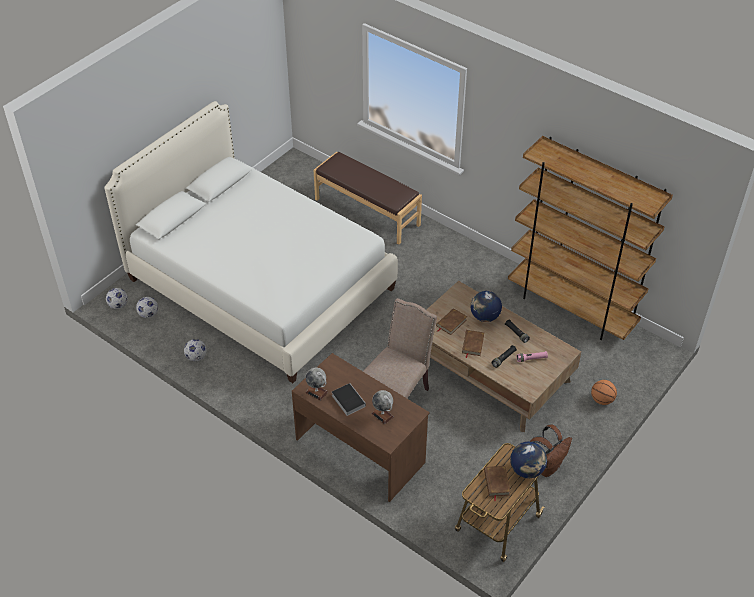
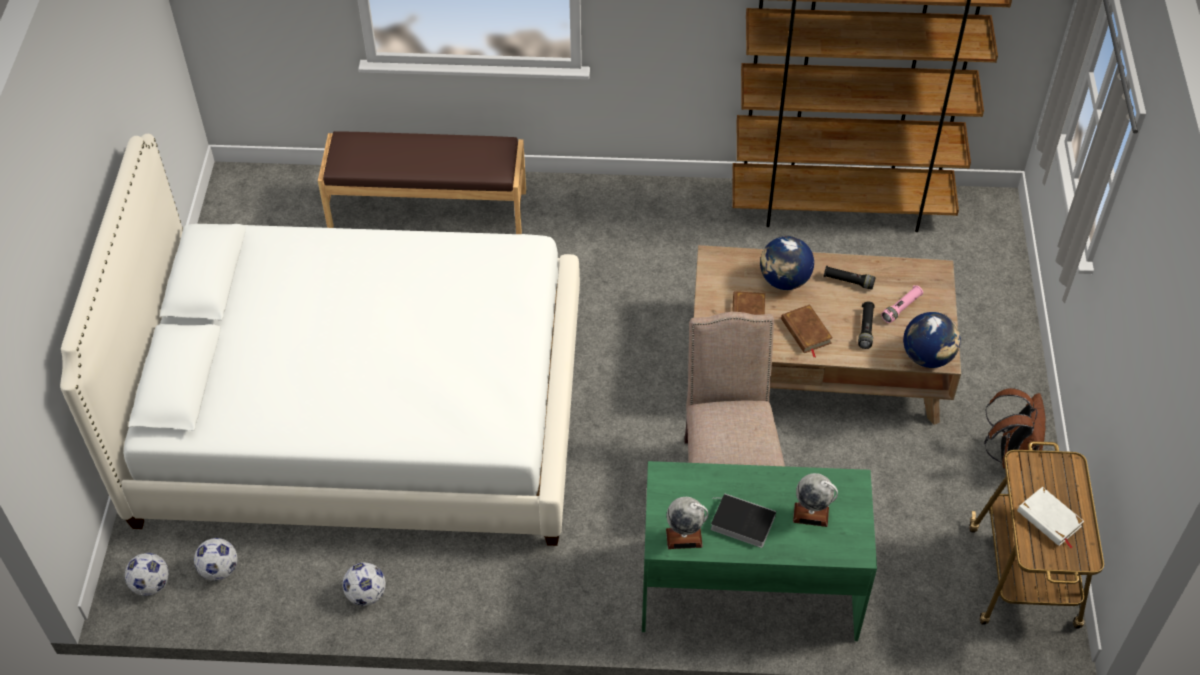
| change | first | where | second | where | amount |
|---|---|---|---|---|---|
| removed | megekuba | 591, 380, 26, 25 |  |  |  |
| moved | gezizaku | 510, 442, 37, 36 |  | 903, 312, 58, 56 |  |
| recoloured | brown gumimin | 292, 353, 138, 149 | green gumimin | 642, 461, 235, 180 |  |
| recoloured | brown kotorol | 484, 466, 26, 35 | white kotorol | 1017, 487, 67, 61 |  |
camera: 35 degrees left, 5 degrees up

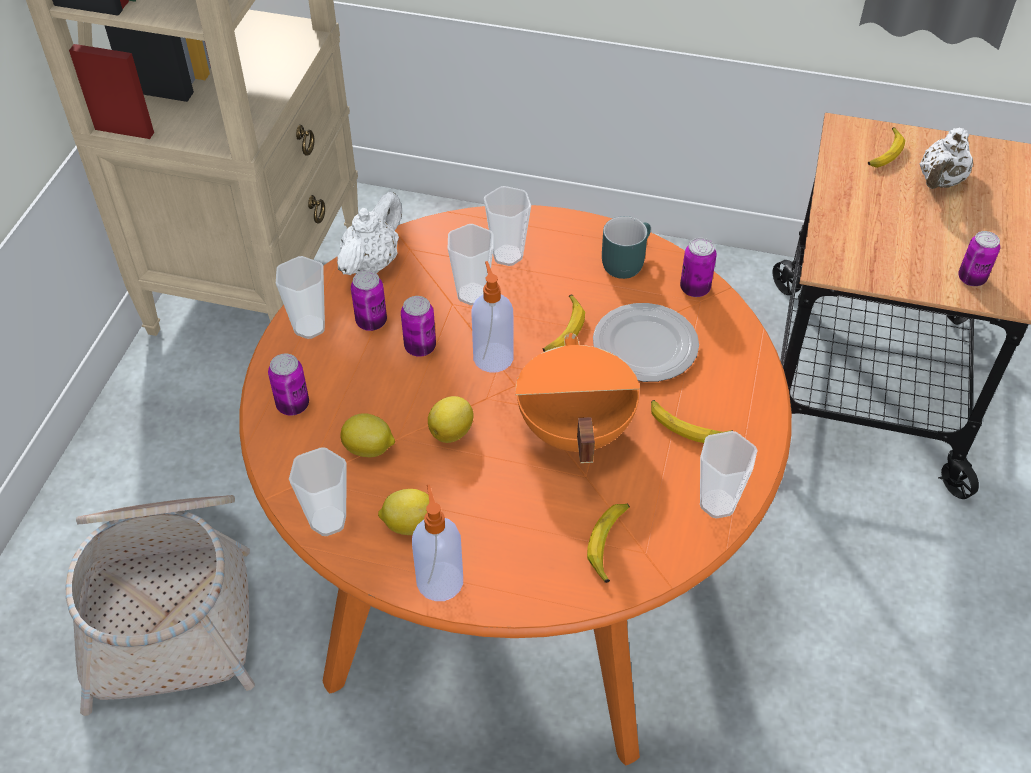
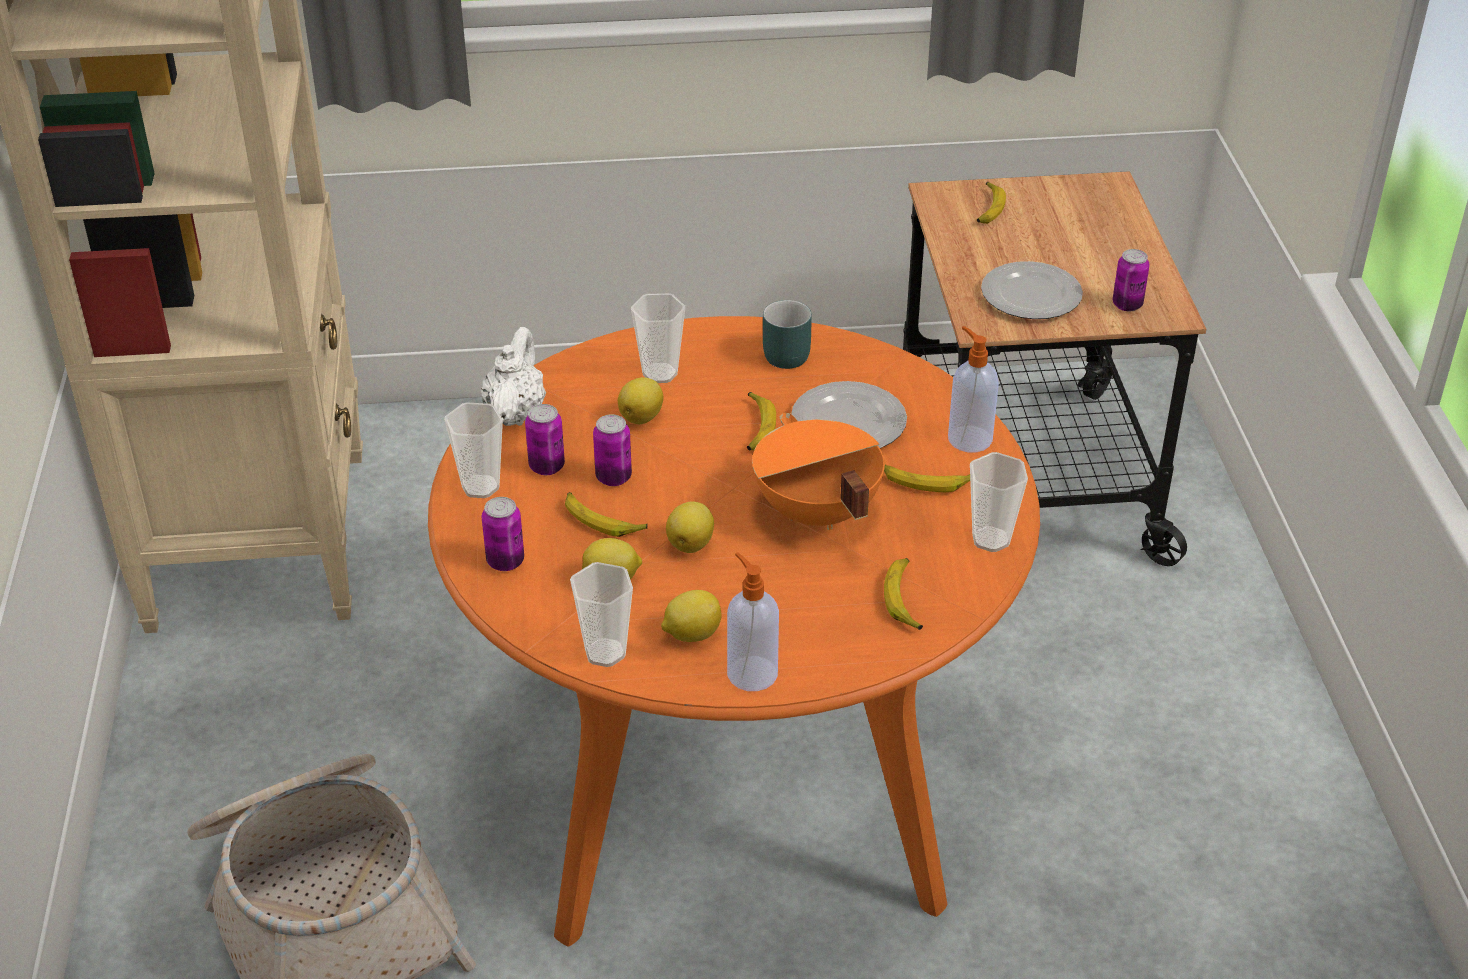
| change | first | where | second | where | amount |
|---|---|---|---|---|---|
| removed | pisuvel | 680, 238, 37, 59 |  |  |  |
| removed | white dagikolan | 920, 127, 53, 62 |  |  |  |
| added |  |  | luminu | 565, 492, 83, 45 |  |
| added |  |  | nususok | 981, 261, 102, 58 |  |
| moved | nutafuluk | 472, 261, 41, 111 |  | 948, 326, 51, 126 |  |
| replaced | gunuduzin | 448, 224, 45, 81 | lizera | 618, 377, 45, 47 |  |
camera: 20 degrees left, 10 degrees down

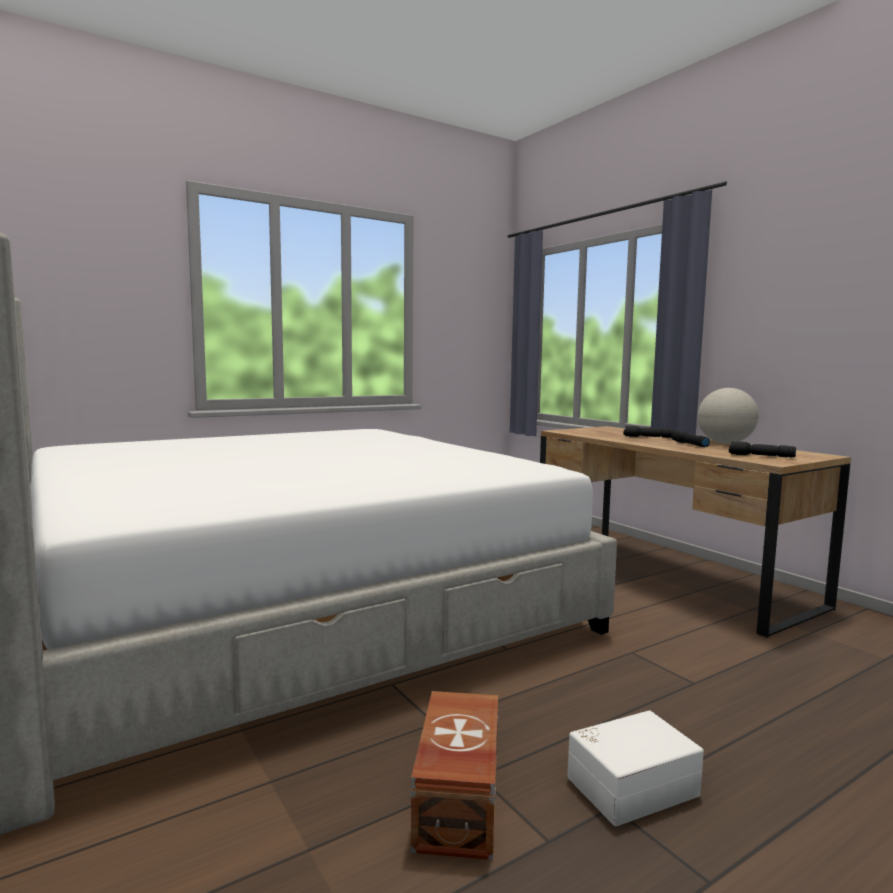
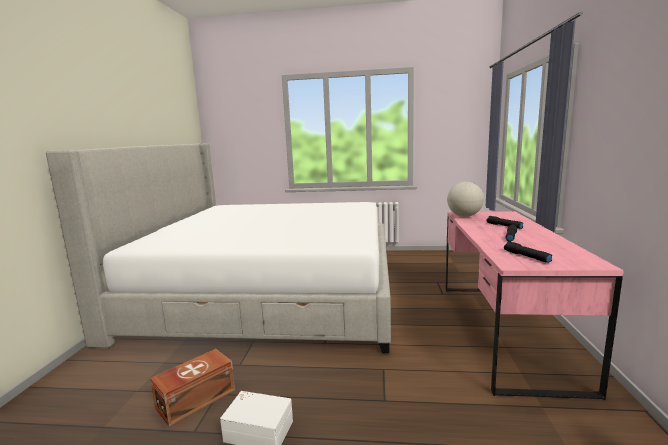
| change | first | where | second | where | amount |
|---|---|---|---|---|---|
| moved | gezizaku | 698, 388, 61, 56 |  | 447, 182, 37, 35 |  |
| recoloured | brown gumimin | 540, 426, 311, 212 | pink gumimin | 445, 211, 179, 189 |  |
camera: 40 degrees right, 5 degrees up

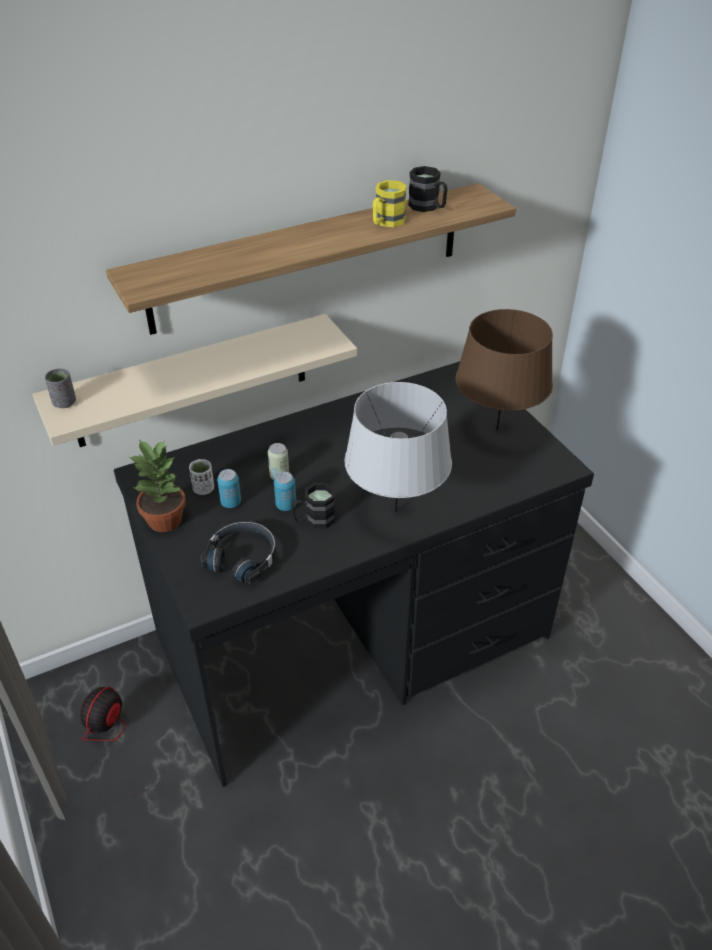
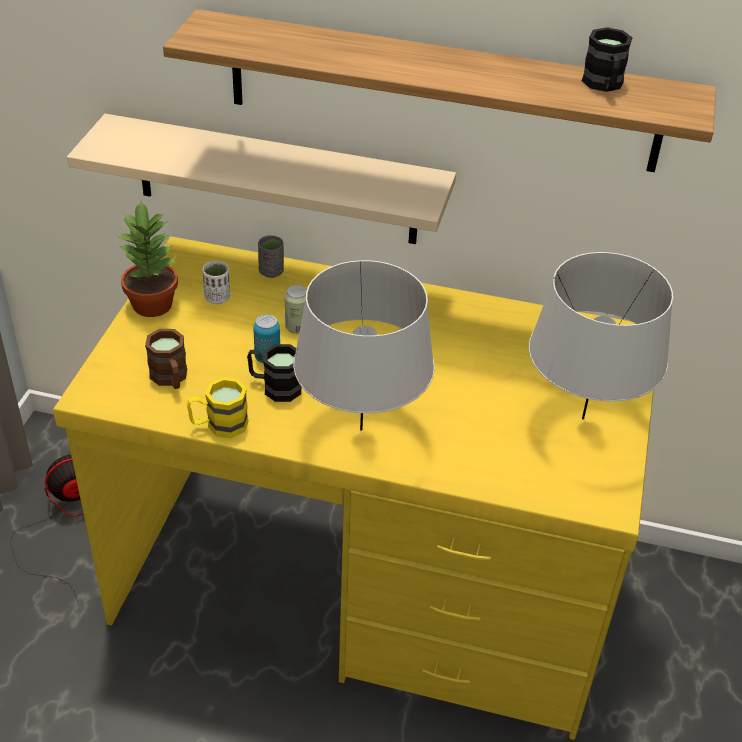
| change | first | where | second | where | amount |
|---|---|---|---|---|---|
| removed | pisuvel | 217, 469, 24, 39 |  |  |  |
| moved | grey gunuduzin | 45, 368, 31, 40 |  | 258, 235, 26, 43 |  |
| moved | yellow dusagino | 373, 180, 34, 47 |  | 187, 377, 62, 61 |  |
| replaced | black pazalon | 200, 521, 76, 63 | brown dusagino | 145, 329, 42, 60 |  |
| recoloured | black gumimin | 114, 361, 480, 426 | yellow gumimin | 53, 236, 601, 504 |  |
| recoloured | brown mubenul | 456, 309, 97, 122 | grey mubenul | 529, 252, 144, 167 |  |
camera: 40 degrees right, 0 degrees up

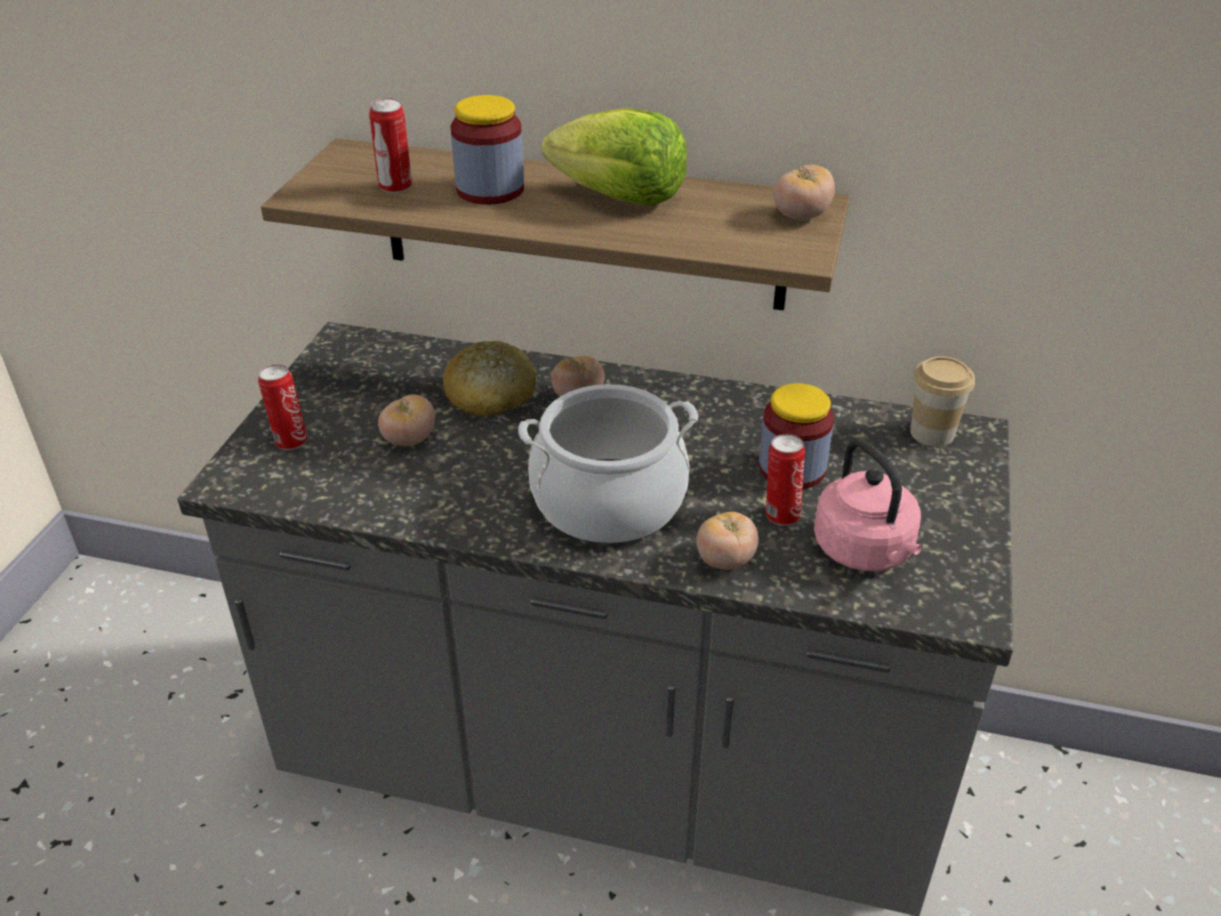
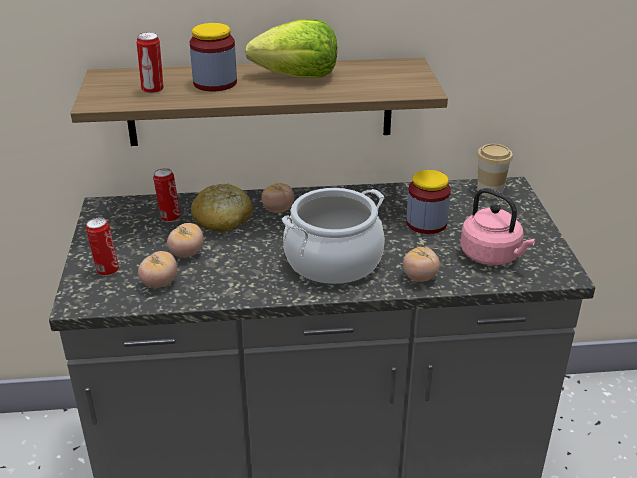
| change | first | where | second | where | amount |
|---|---|---|---|---|---|
| moved | pisuvel | 766, 434, 39, 92 |  | 153, 168, 28, 54 |  |
| moved | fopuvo | 773, 165, 62, 55 |  | 138, 251, 39, 37 |  |
camera: 20 degrees left, 5 degrees down

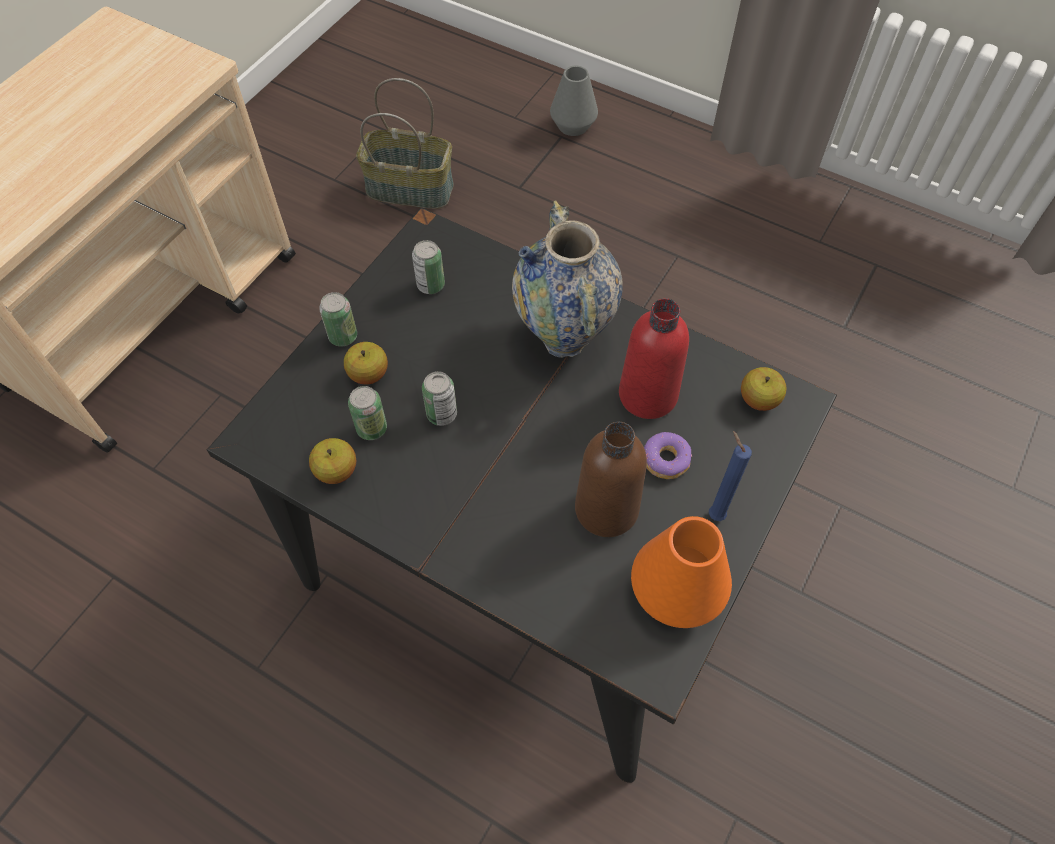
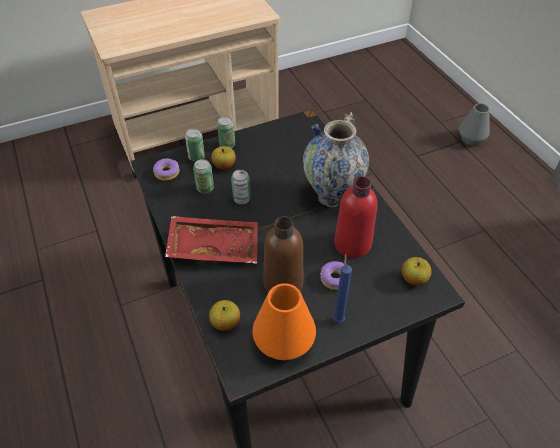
| change | first | where | second | where | amount |
|---|---|---|---|---|---|
| removed | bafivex | 356, 78, 98, 131 |  |  |  |
| added |  |  | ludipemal | 153, 158, 26, 23 |  |
| added |  |  | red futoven | 165, 216, 93, 48 |  |
| moved | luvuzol | 309, 438, 47, 46 |  | 209, 300, 31, 31 |  |
| moved | pisuvel | 412, 240, 33, 54 |  | 185, 128, 20, 34 |  |
camera: 35 degrees right, 10 degrees down

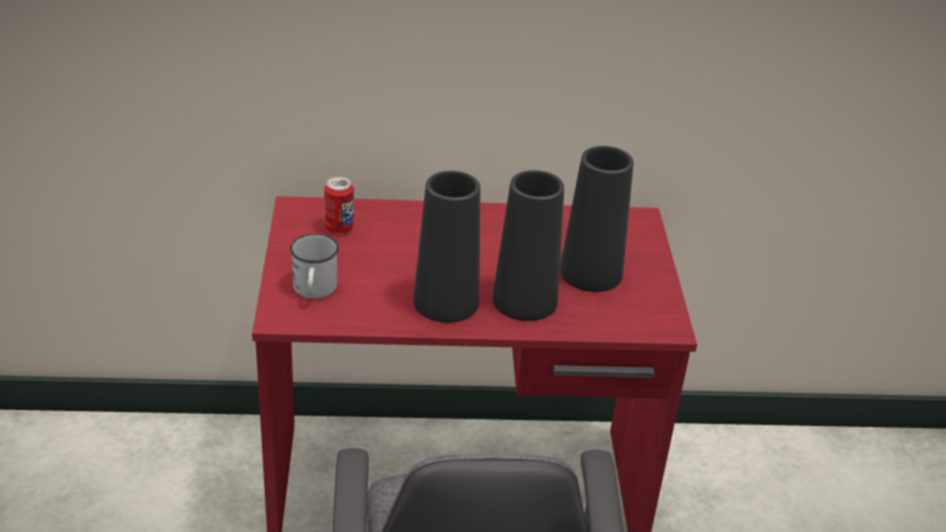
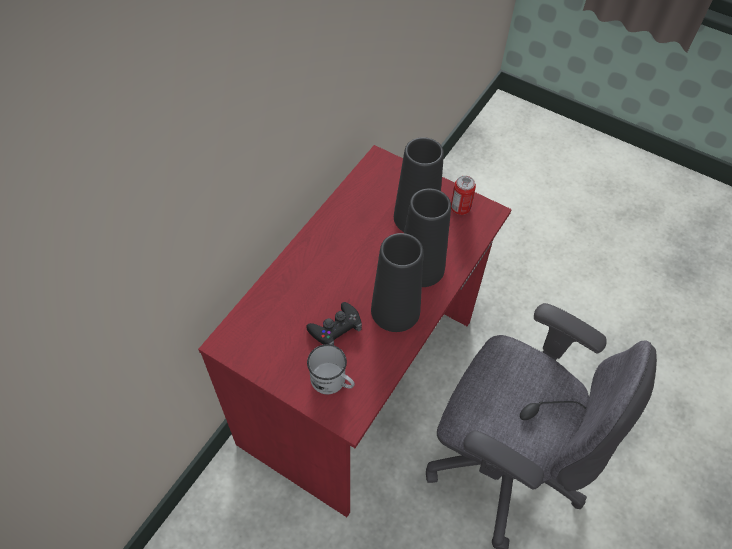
| change | first | where | second | where | amount |
|---|---|---|---|---|---|
| added |  |  | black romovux | 306, 302, 56, 43 |  |
| moved | pisuvel | 324, 177, 30, 57 |  | 451, 176, 25, 39 |  |
camera: 55 degrees left, 20 degrees up

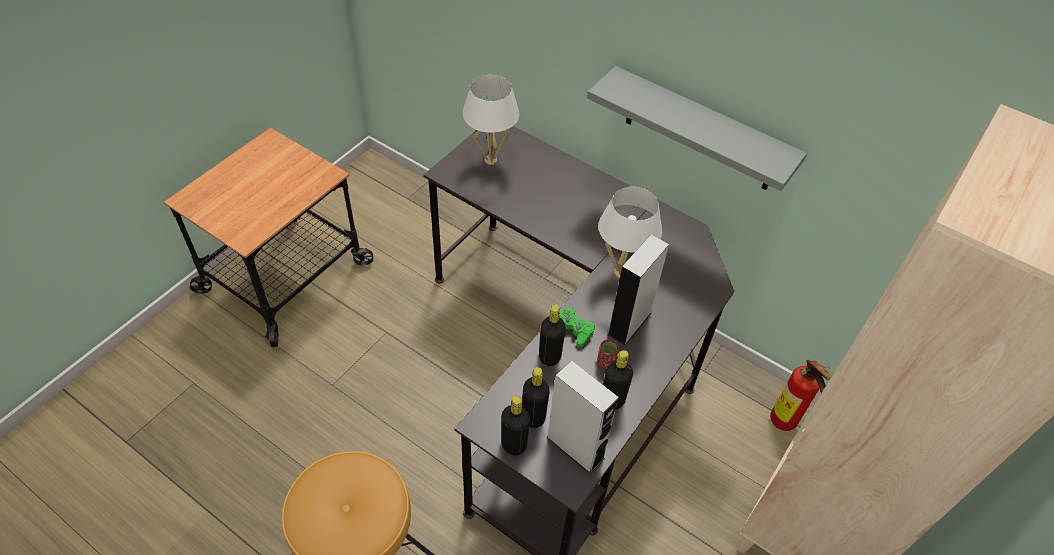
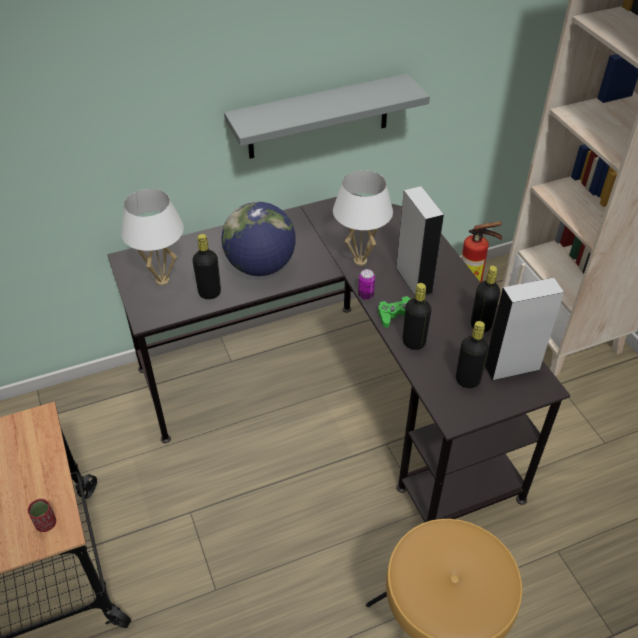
| change | first | where | second | where | amount |
|---|---|---|---|---|---|
| added |  |  | gezizaku | 221, 202, 75, 74 |  |
| added |  |  | pisuvel | 358, 269, 17, 31 |  |
| moved | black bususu | 501, 396, 29, 59 |  | 193, 234, 28, 65 |  |
| moved | red gunuduzin | 597, 339, 22, 30 |  | 28, 499, 28, 33 |  |
camera: 55 degrees left, 5 degrees down

